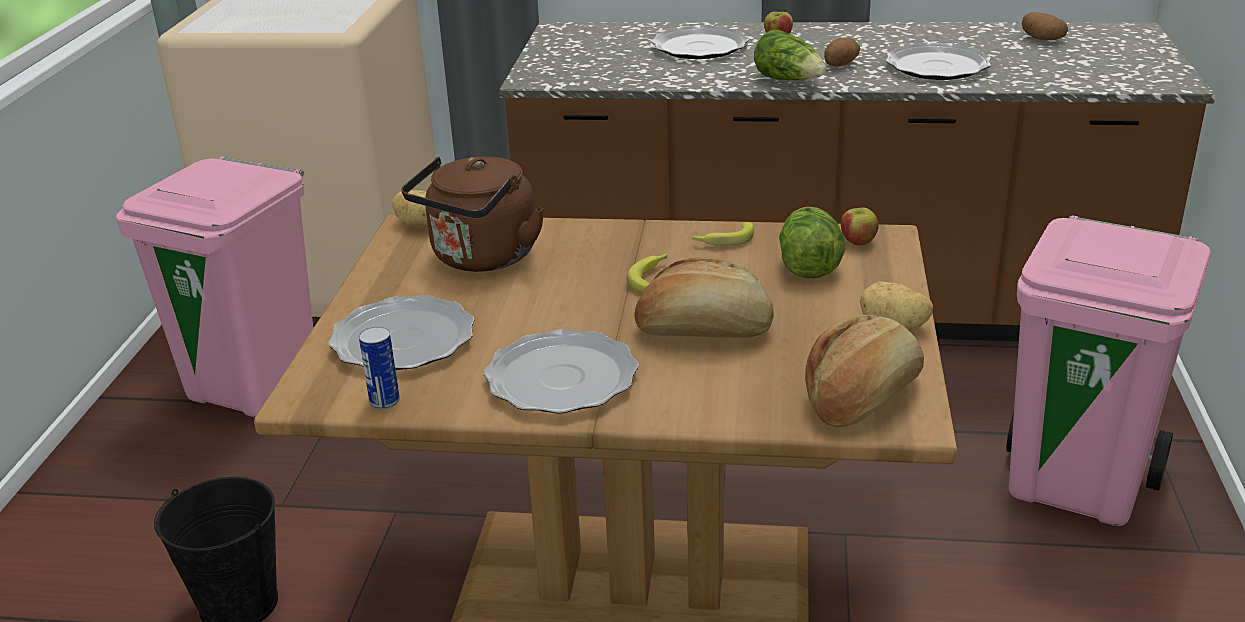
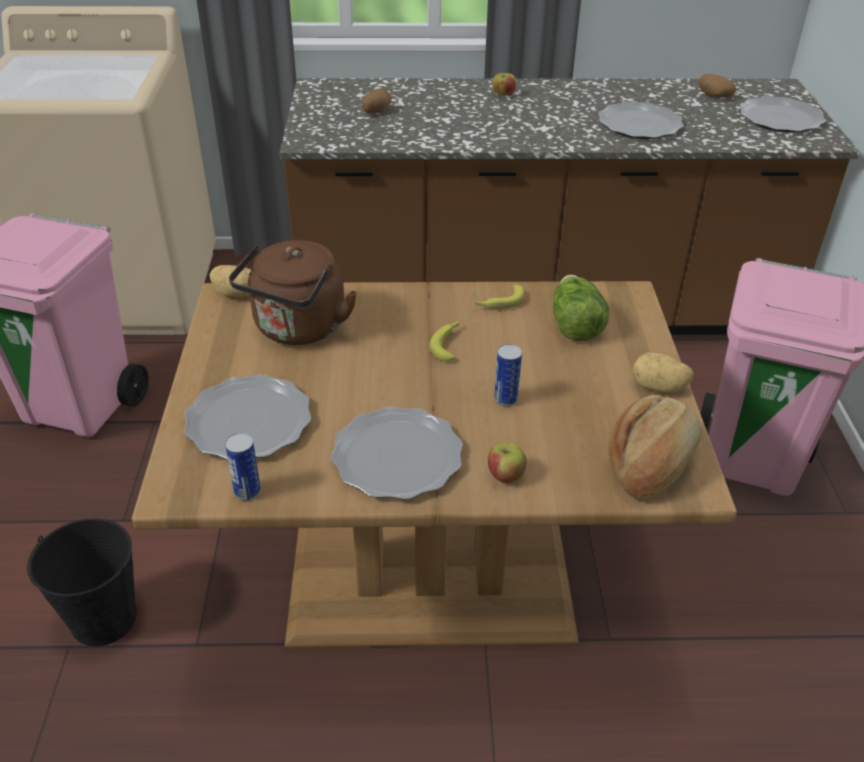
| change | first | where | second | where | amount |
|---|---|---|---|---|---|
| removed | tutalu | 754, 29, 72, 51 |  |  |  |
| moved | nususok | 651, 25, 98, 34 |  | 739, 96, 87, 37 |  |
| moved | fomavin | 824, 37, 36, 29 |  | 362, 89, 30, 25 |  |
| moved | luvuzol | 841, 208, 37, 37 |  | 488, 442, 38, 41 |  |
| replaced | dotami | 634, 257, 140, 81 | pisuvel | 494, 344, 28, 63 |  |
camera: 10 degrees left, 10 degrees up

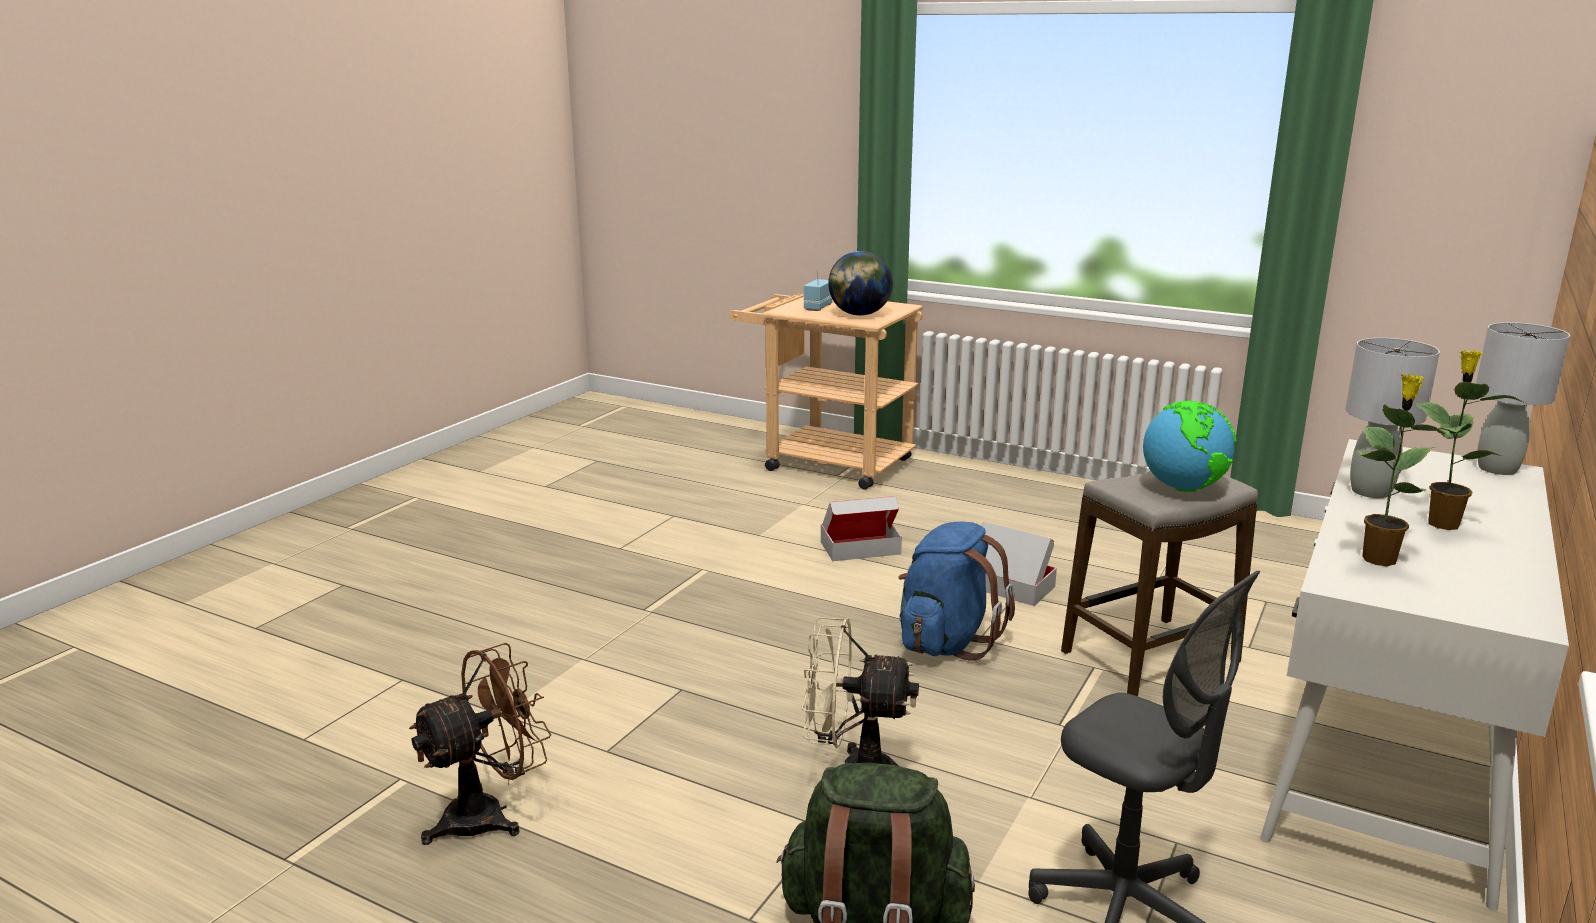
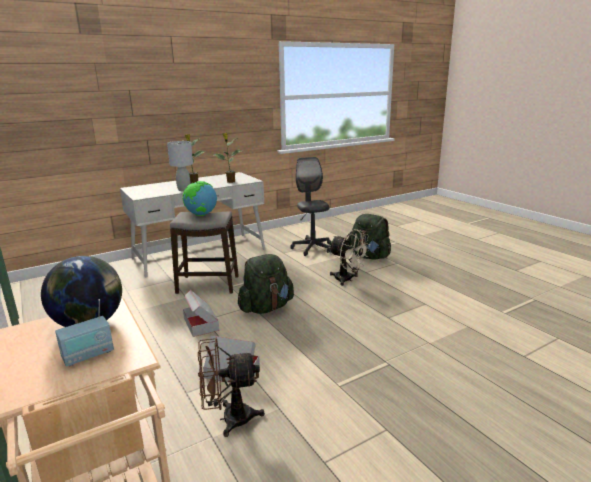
| change | first | where | second | where | amount |
|---|---|---|---|---|---|
| removed | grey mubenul | 1476, 322, 94, 153 |  |  |  |
| moved | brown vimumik | 409, 643, 142, 202 |  | 198, 337, 67, 100 |  |
| recoloured | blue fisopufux | 899, 521, 116, 140 | green fisopufux | 238, 254, 56, 60 |  |
camera: 150 degrees left, 0 degrees up

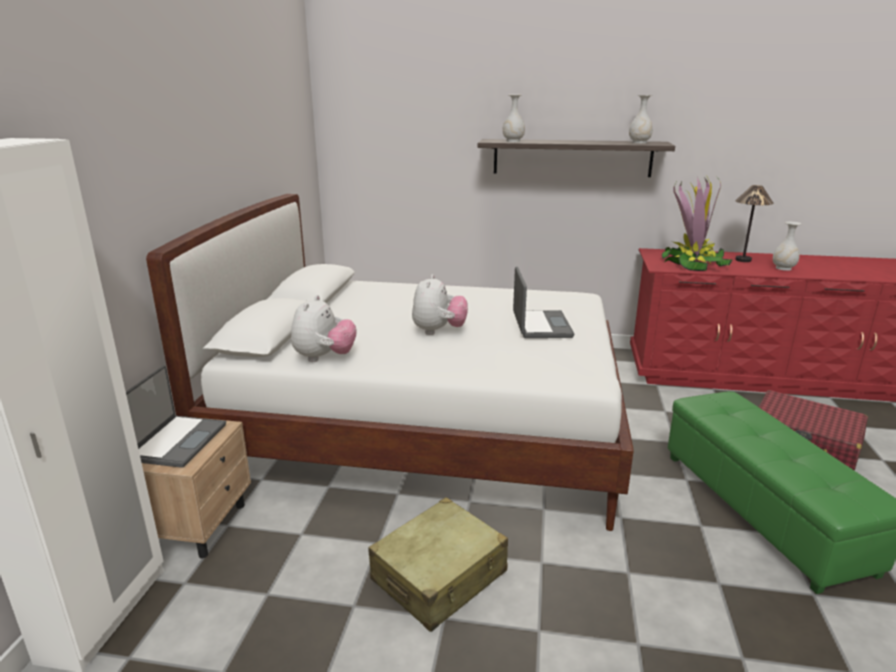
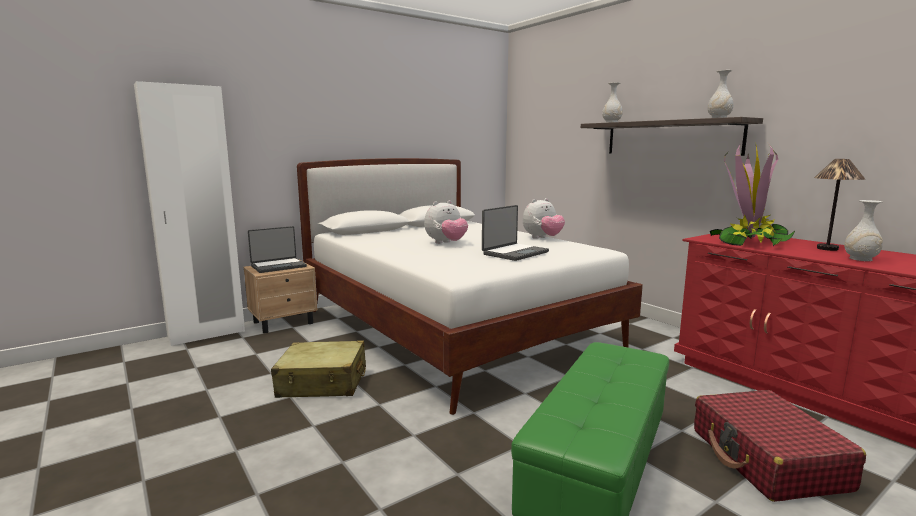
| change | first | where | second | where | amount |
|---|---|---|---|---|---|
| moved | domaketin | 291, 295, 66, 67 |  | 523, 198, 42, 41 |  |
camera: 45 degrees right, 10 degrees down

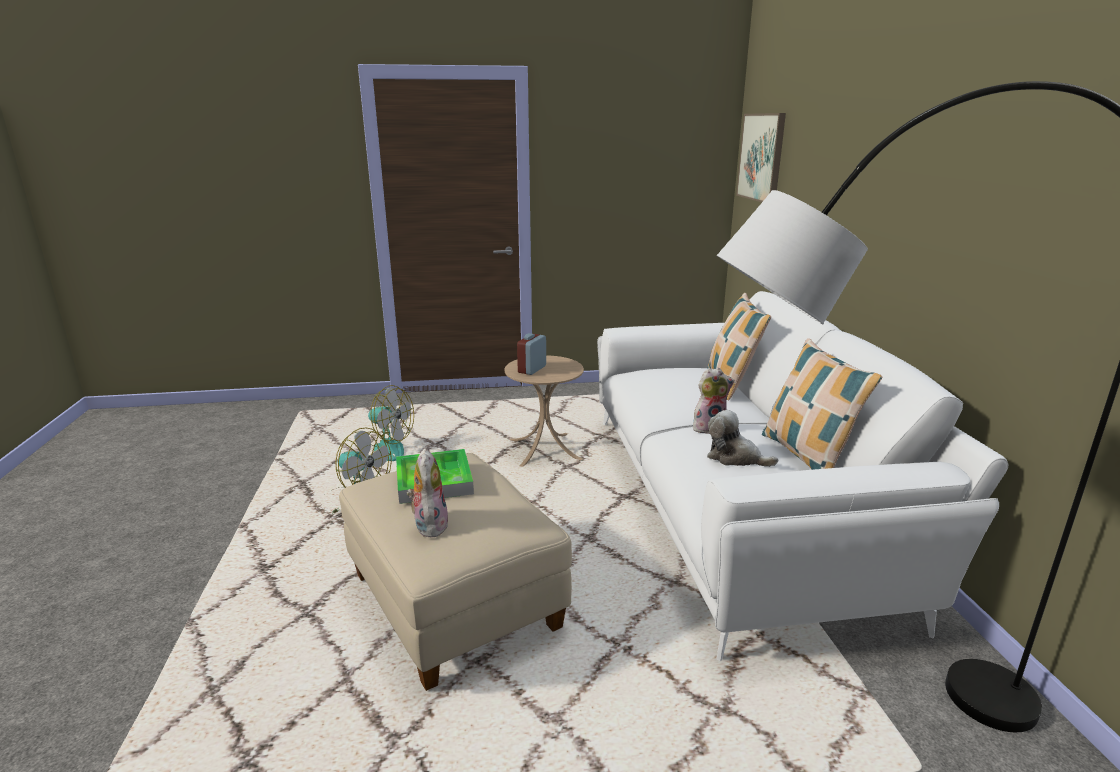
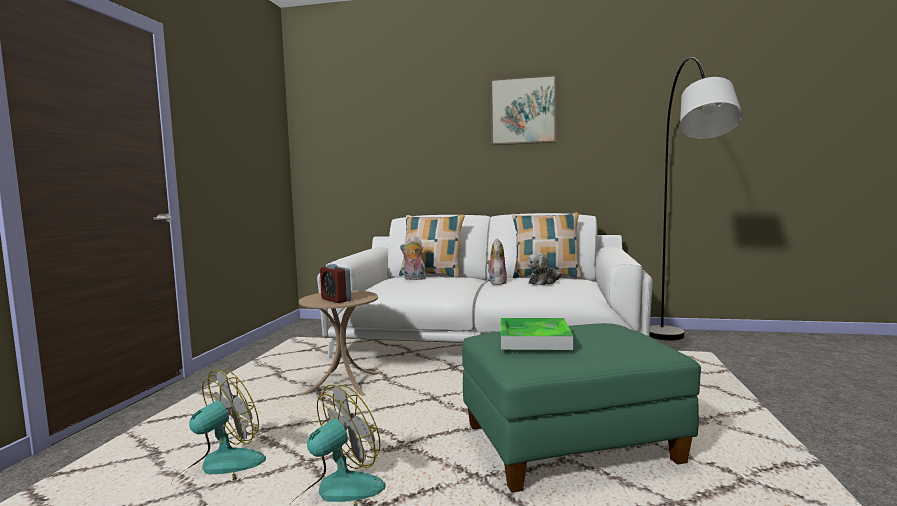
| change | first | where | second | where | amount |
|---|---|---|---|---|---|
| moved | domaketin | 407, 448, 41, 89 |  | 400, 237, 26, 43 |  |
| moved | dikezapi | 736, 113, 50, 89 |  | 490, 75, 66, 70 |  |
| recoloured | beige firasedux | 339, 453, 233, 238 | green firasedux | 462, 323, 239, 170 |  |
camera: 70 degrees left, 15 degrees down

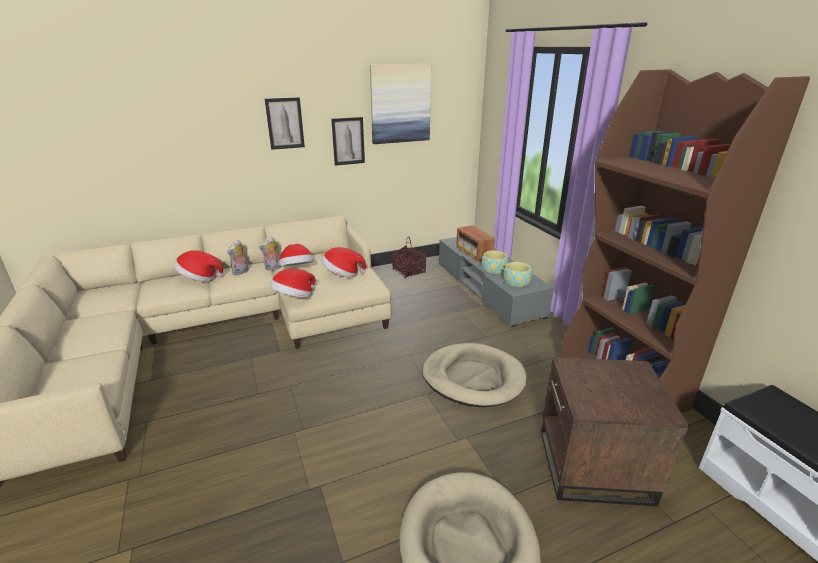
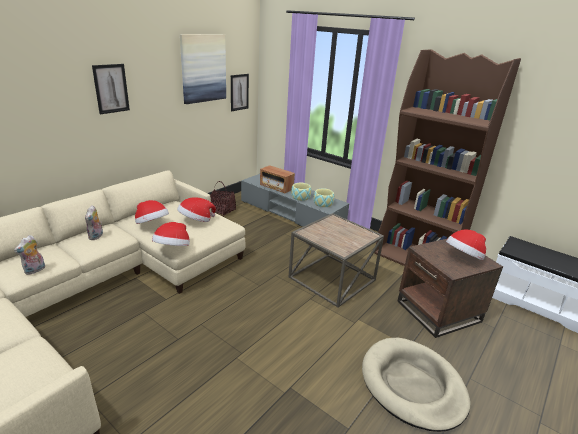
| change | first | where | second | where | amount |
|---|---|---|---|---|---|
| moved | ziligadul | 174, 250, 50, 31 |  | 446, 230, 40, 30 |  |
| moved | domaketin | 259, 237, 22, 34 |  | 14, 235, 31, 40 |  |
| moved | dikezapi | 331, 117, 34, 49 |  | 231, 74, 18, 37 |  |
| replaced | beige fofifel | 422, 343, 105, 64 | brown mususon | 289, 213, 95, 94 |  |
camera: 30 degrees left, 0 degrees up

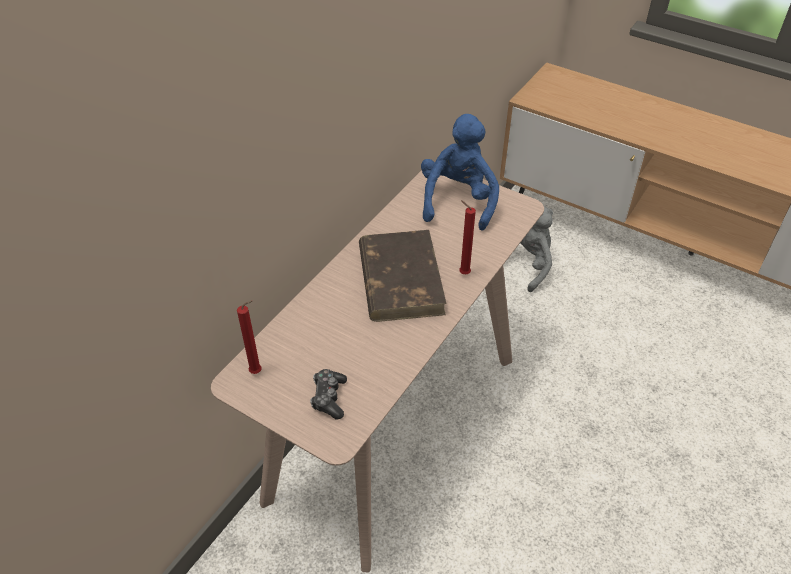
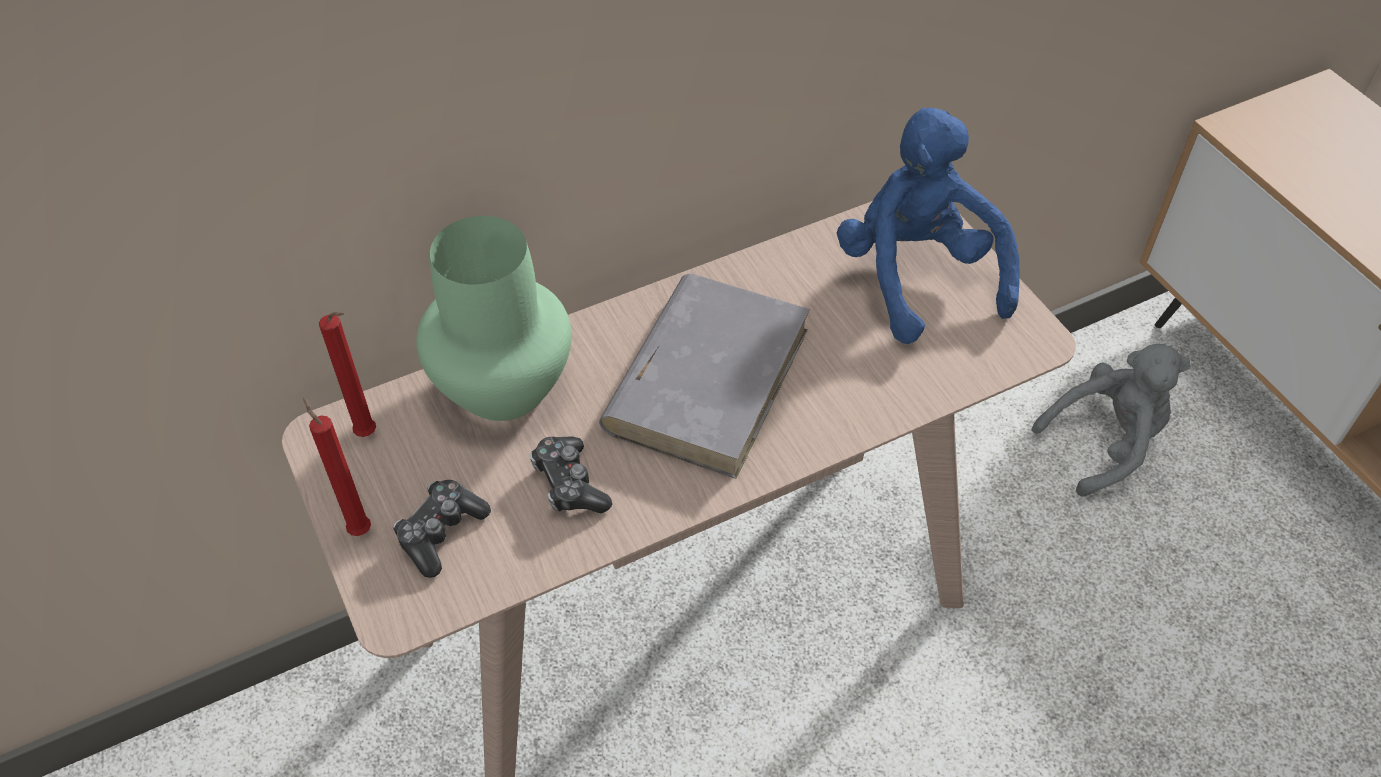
| change | first | where | second | where | amount |
|---|---|---|---|---|---|
| added |  |  | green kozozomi | 416, 216, 156, 205 |  |
| added |  |  | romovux | 530, 436, 82, 77 |  |
| moved | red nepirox | 459, 200, 17, 74 |  | 303, 396, 68, 140 |  |
| recoloured | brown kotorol | 359, 230, 88, 92 | grey kotorol | 599, 274, 211, 205 |  |
| turned | blue domaketin | 421, 114, 78, 117 |  | 837, 107, 183, 237 | 60 degrees counterclockwise |
camera: 30 degrees right, 5 degrees up

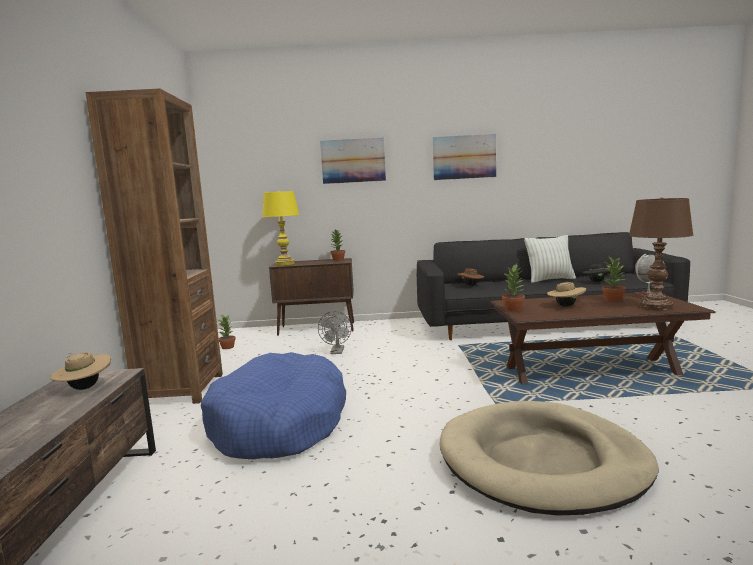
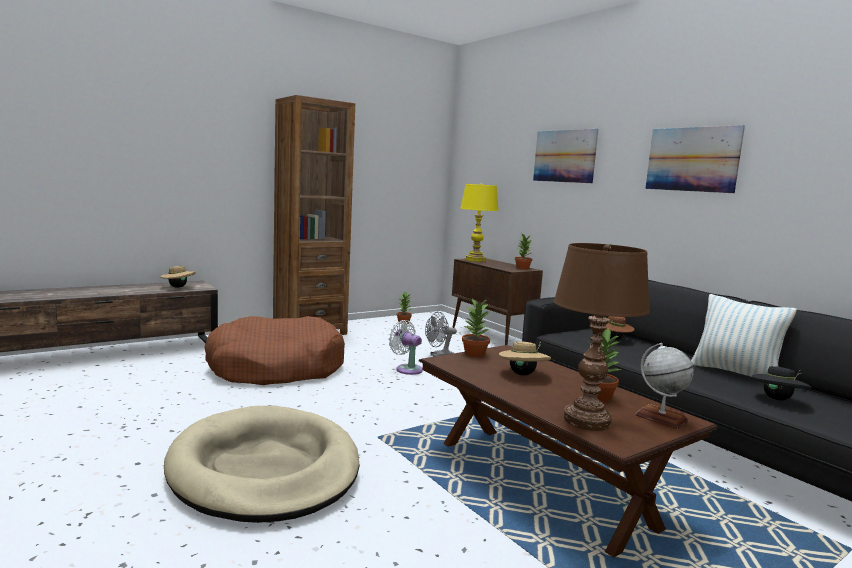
| change | first | where | second | where | amount |
|---|---|---|---|---|---|
| added |  |  | white vimumik | 389, 320, 34, 55 |  |
| recoloured | blue fofifel | 201, 352, 145, 107 | brown fofifel | 204, 316, 141, 69 |  |
camera: 55 degrees right, 0 degrees up

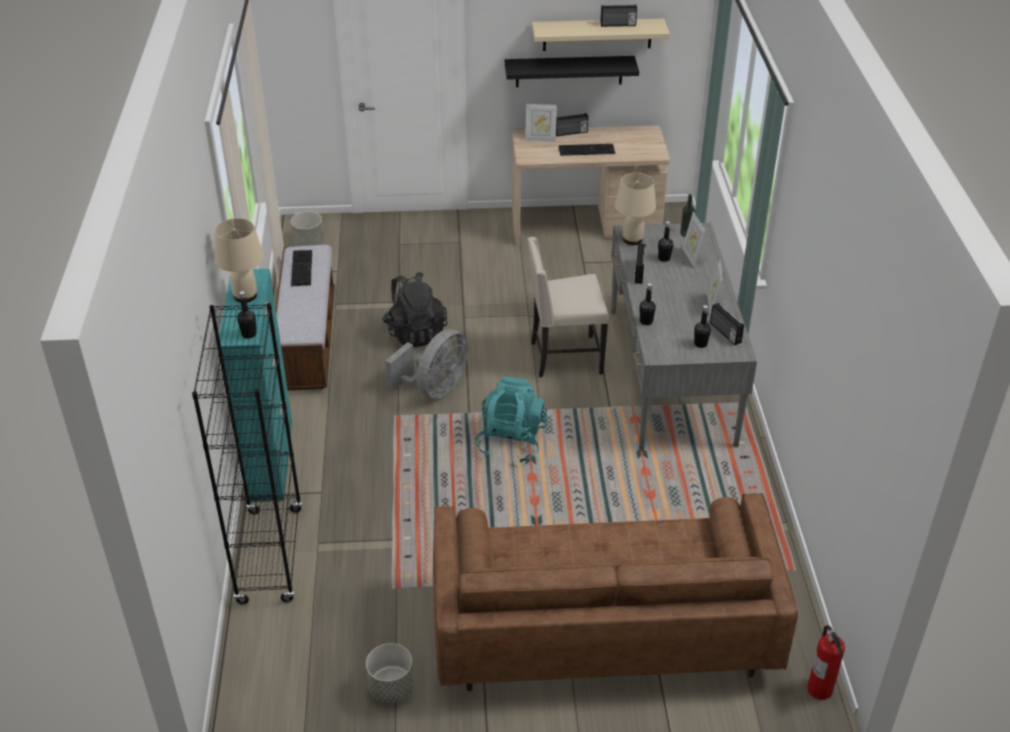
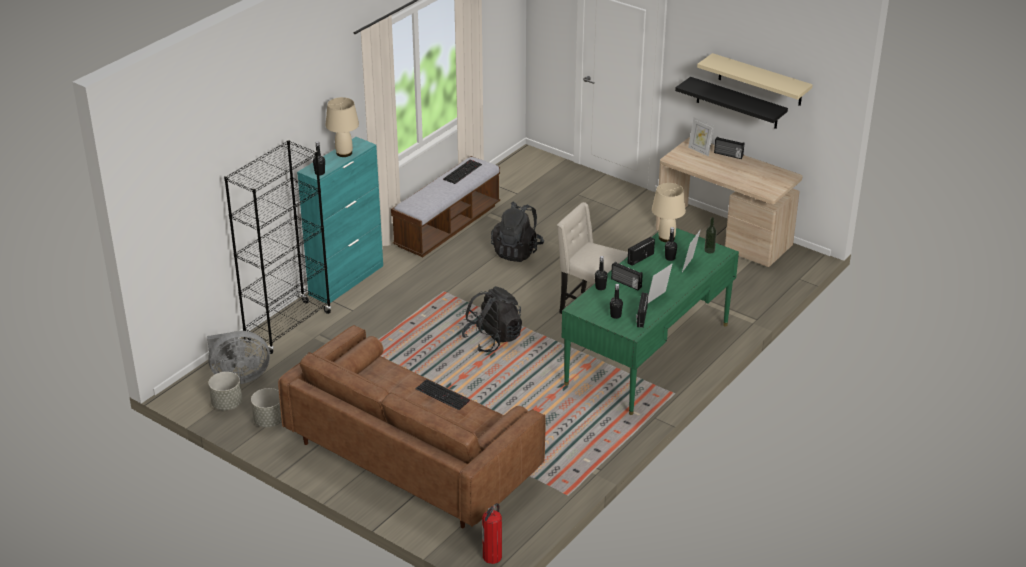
| change | first | where | second | where | amount |
|---|---|---|---|---|---|
| moved | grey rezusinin | 291, 212, 33, 34 |  | 208, 372, 34, 38 |  |
| moved | grey vimumik | 385, 329, 83, 70 |  | 207, 331, 63, 53 |  |
| moved | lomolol | 559, 144, 56, 12 |  | 415, 379, 55, 31 |  |
| moved | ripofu | 600, 5, 37, 22 |  | 611, 262, 32, 28 |  |
| recoloured | turquoise fisopufux | 475, 377, 72, 86 | black fisopufux | 462, 286, 60, 66 |  |
| recoloured | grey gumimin | 611, 223, 146, 228 | green gumimin | 562, 228, 177, 187 |  |
camera: 40 degrees right, 5 degrees down

